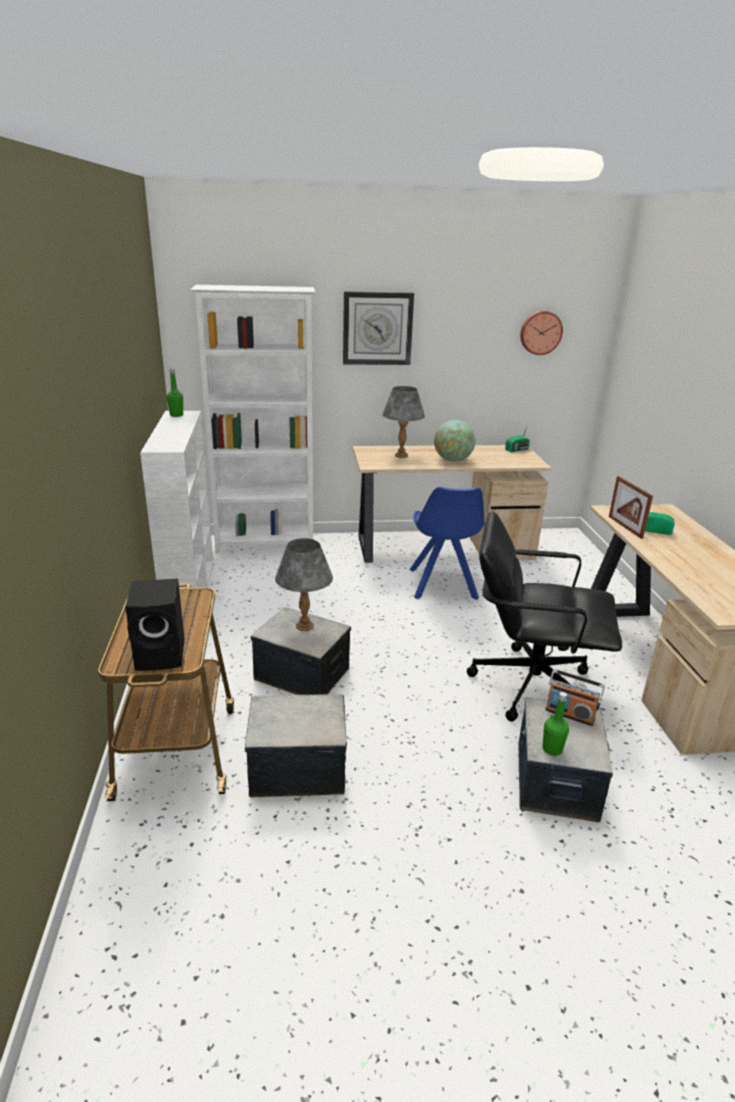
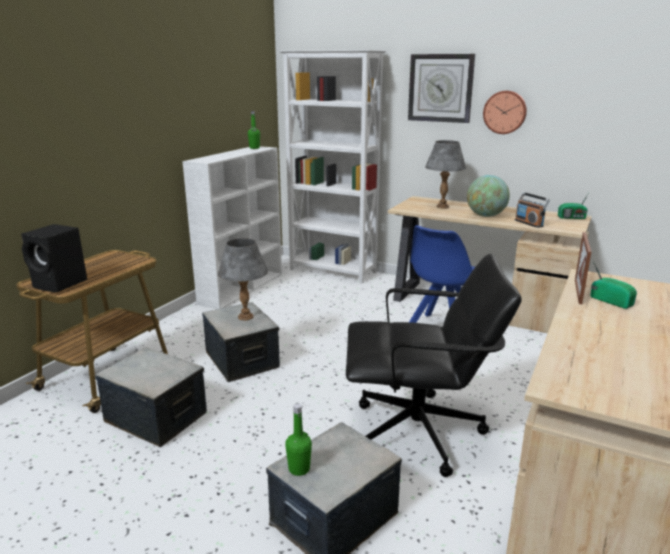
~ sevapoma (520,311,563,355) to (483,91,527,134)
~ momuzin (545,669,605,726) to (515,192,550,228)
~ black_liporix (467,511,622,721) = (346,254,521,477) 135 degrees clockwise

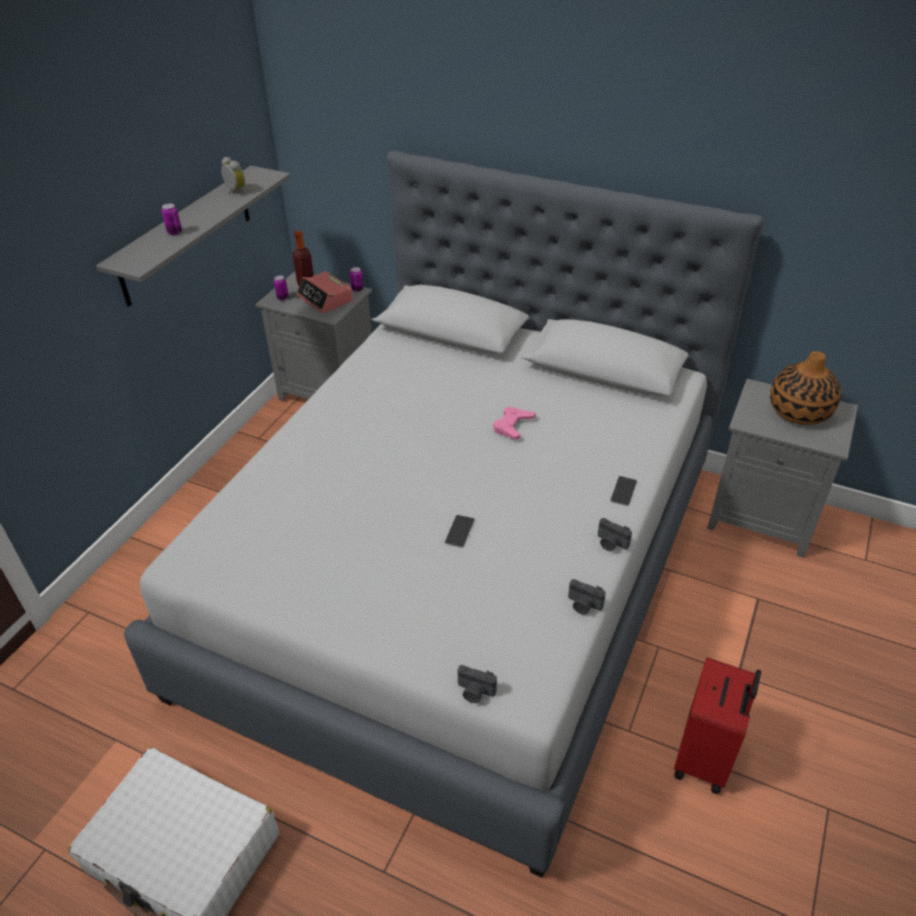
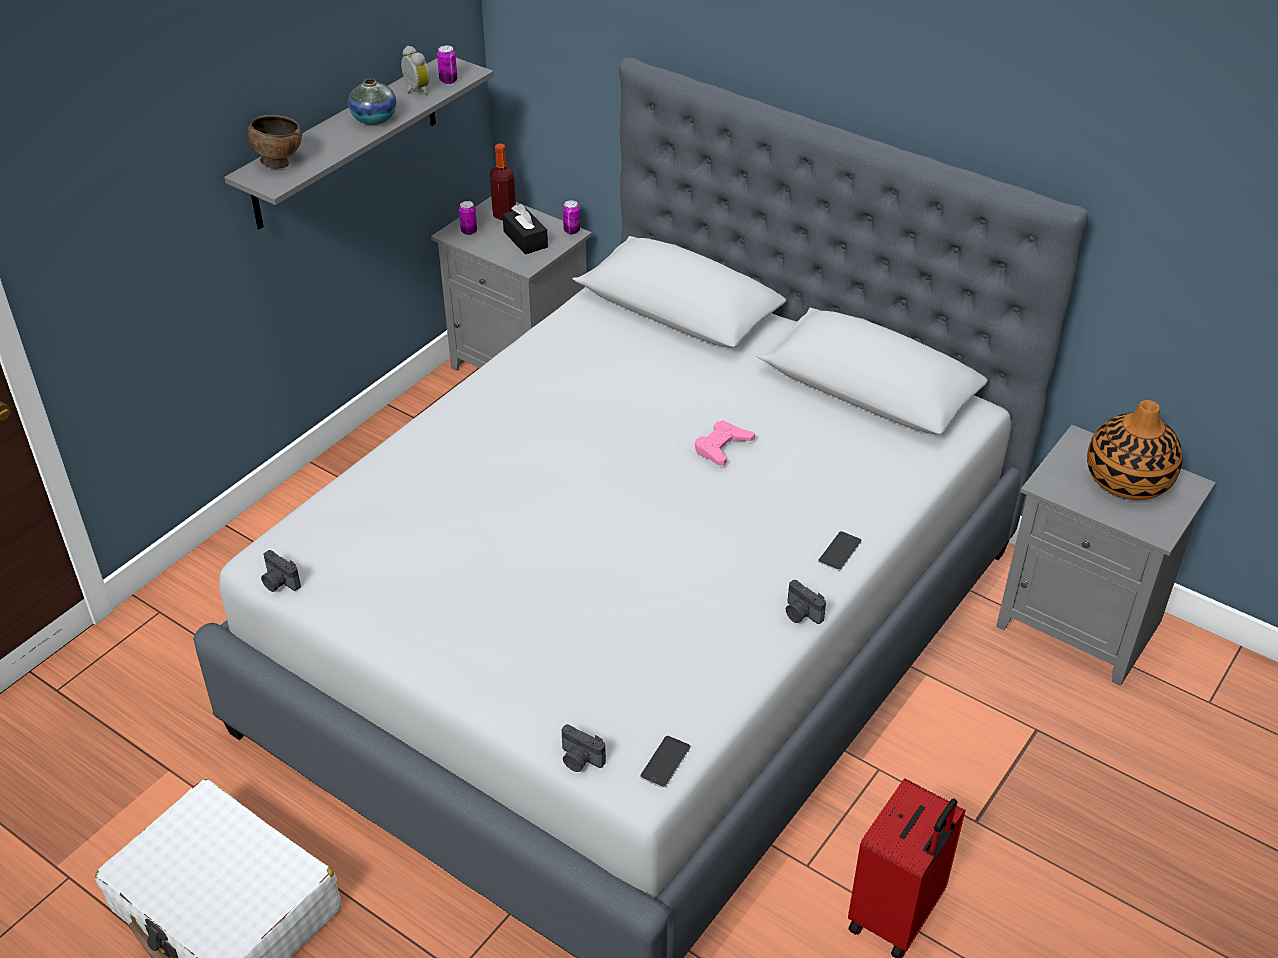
+ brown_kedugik (247,115,302,169)
+ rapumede (348,79,397,125)
~ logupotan (161,203,182,235) to (437,45,457,84)
~ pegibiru (445,515,475,548) to (640,736,691,788)
~ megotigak (568,579,606,615) to (261,550,301,592)
~ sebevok (297,271,353,313) to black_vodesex (502,204,548,254)

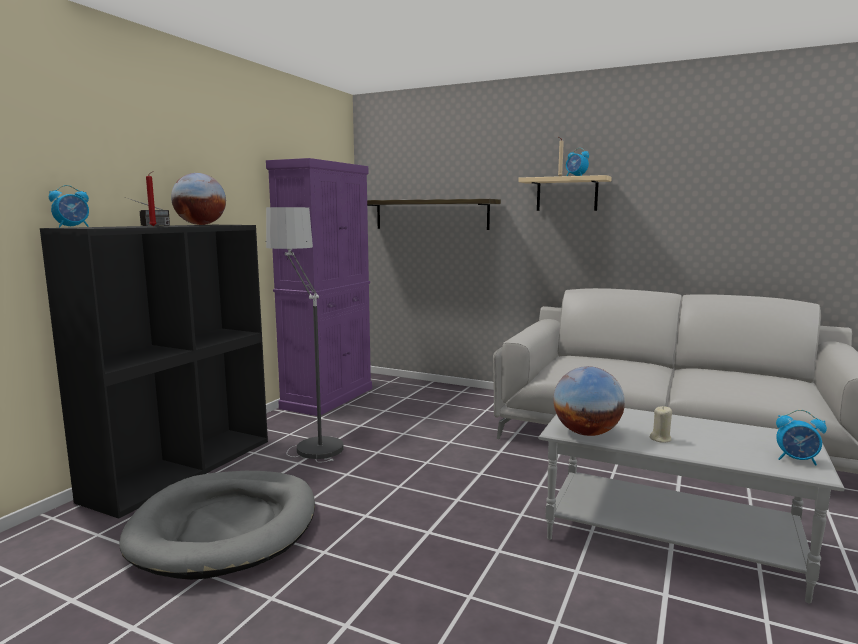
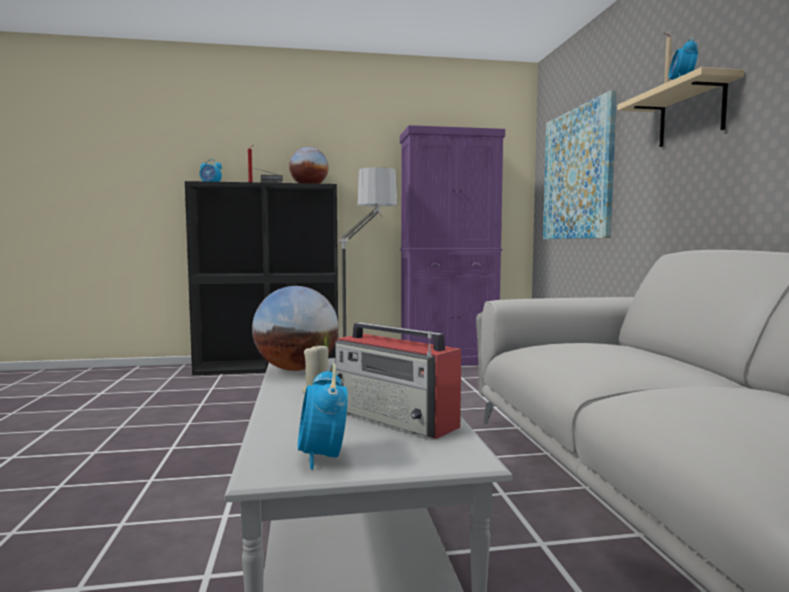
- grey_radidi (119,471,315,580)
+ momuzin (335,322,461,439)
~ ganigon (367,199,501,230) to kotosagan (543,90,617,239)

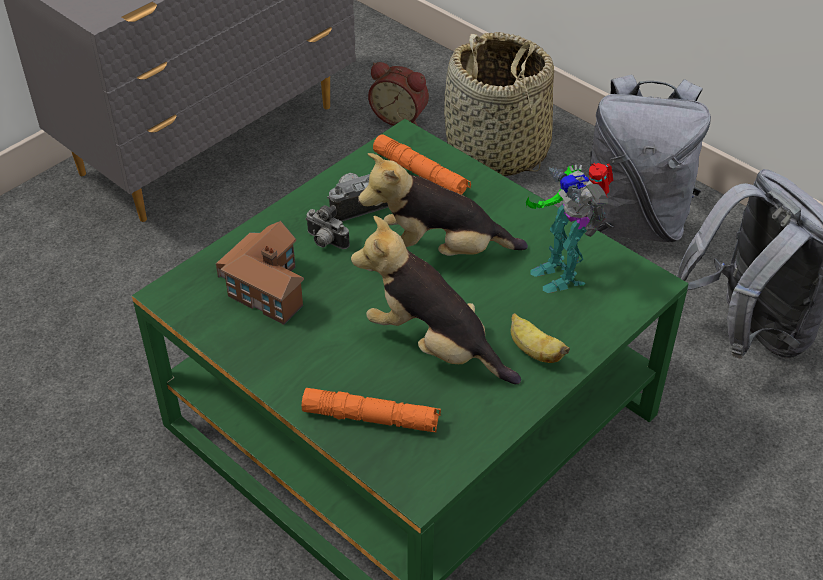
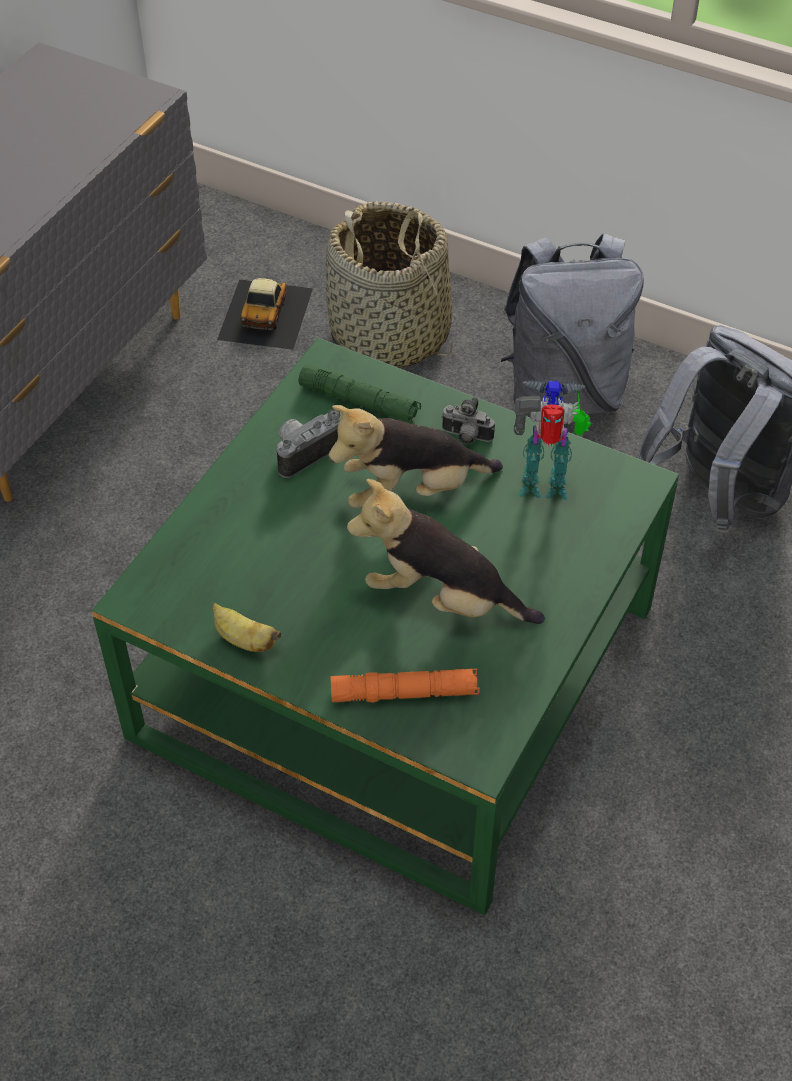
- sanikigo (216,221,304,325)
~ megotigak (305,205,350,249) to (441,397,495,444)
~ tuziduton (511,313,570,363) to (212,603,281,652)
~ sebevok (368,62,429,126) to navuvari (217,278,313,350)
~ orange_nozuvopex (373,134,471,195) to green_nozuvopex (298,364,421,423)
~ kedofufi (526,163,613,293) = (514,379,592,500) 135 degrees clockwise

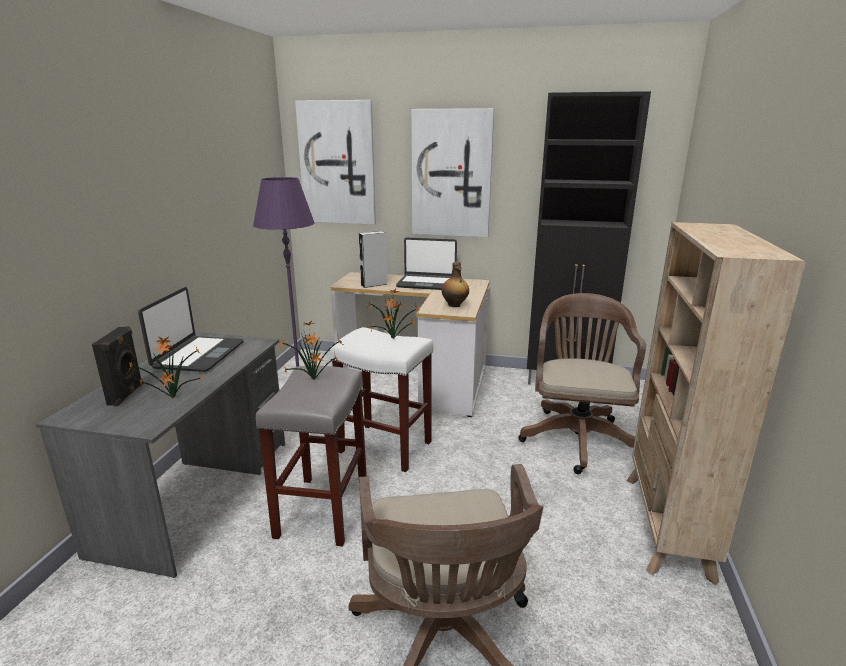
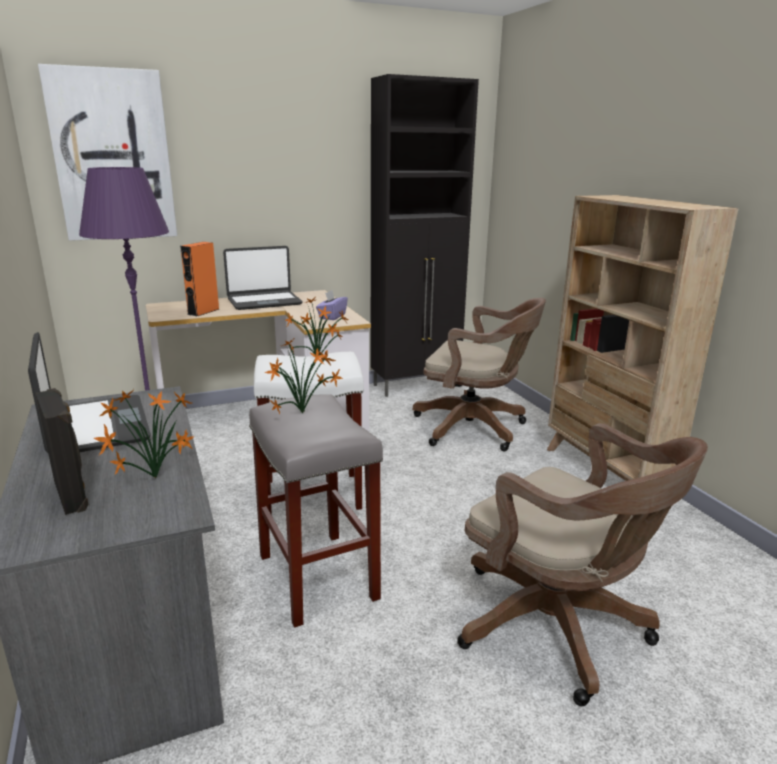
- kotosagan (411,108,494,237)
~ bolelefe (441,262,469,307) to purple_vodesex (316,290,348,320)
~ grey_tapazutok (359,231,388,288) to orange_tapazutok (180,242,219,316)
~ brown_liporix (518,293,646,474) = (413,298,546,451) 135 degrees clockwise

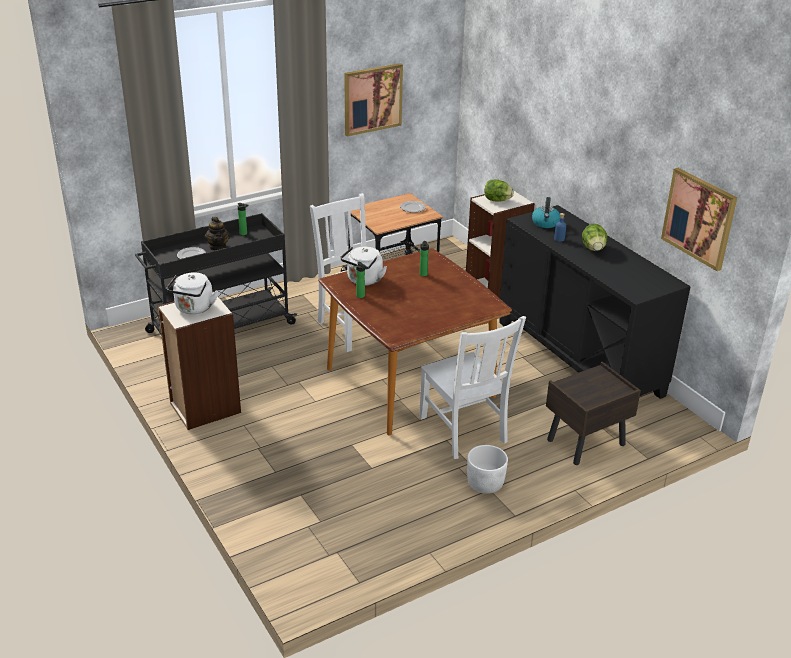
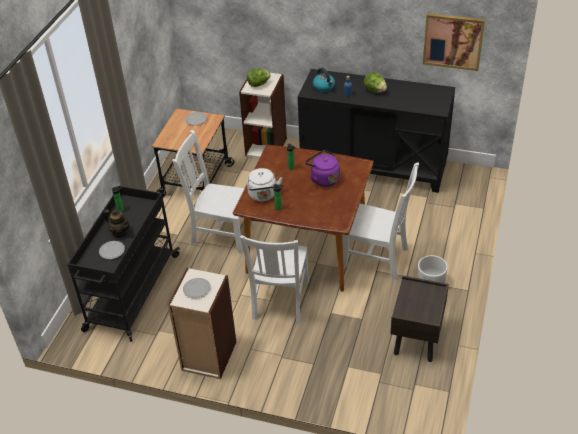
- kotosagan (344,63,403,137)
+ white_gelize (240,235,309,324)
+ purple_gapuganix (305,150,340,187)
~ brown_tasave (546,362,641,465) to (391,276,449,362)
~ white_gapuganix (167,272,218,314) to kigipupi (183,278,211,299)

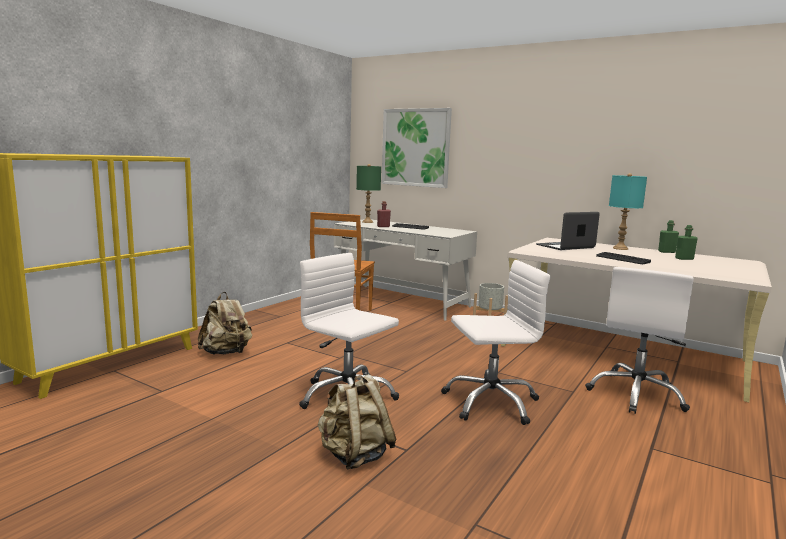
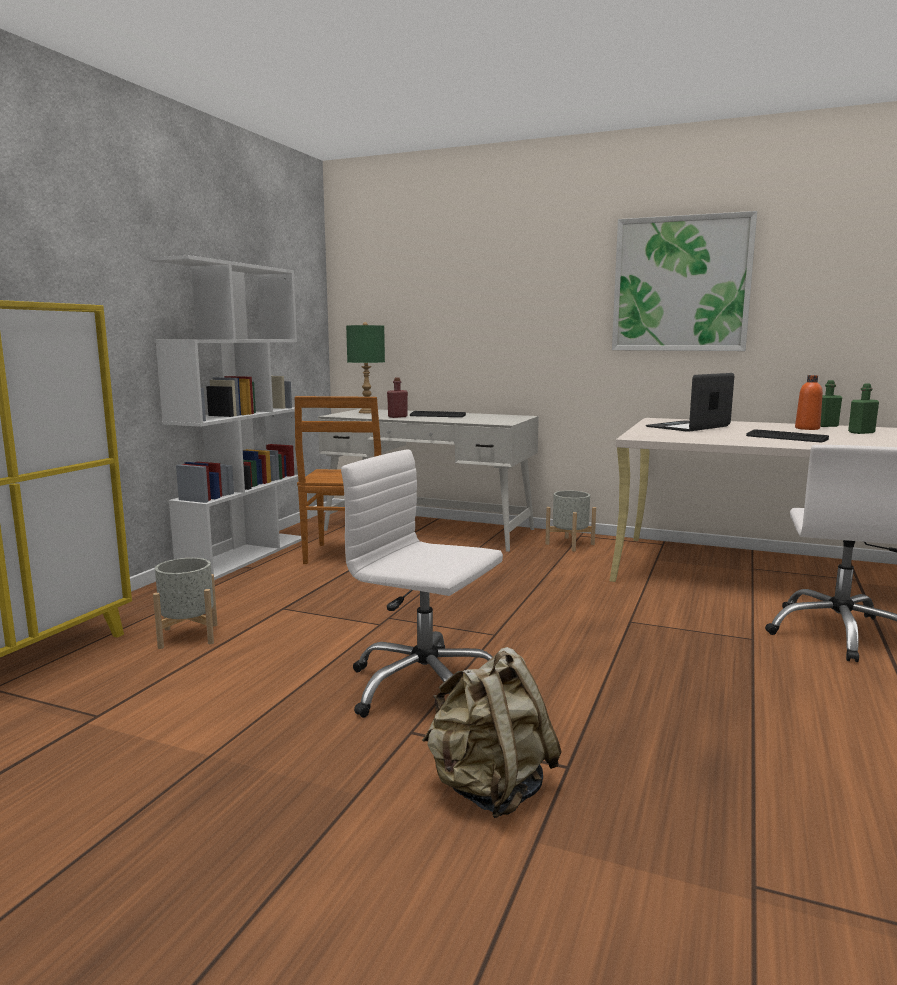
- white_liporix (441,260,550,425)
- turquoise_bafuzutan (609,173,647,250)
+ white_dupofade (149,255,302,580)
+ orange_bolelefe (795,375,823,430)
~ kotosagan (382,108,452,188) to (612,211,757,351)
~ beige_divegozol (198,292,252,355) to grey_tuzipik (153,558,217,649)

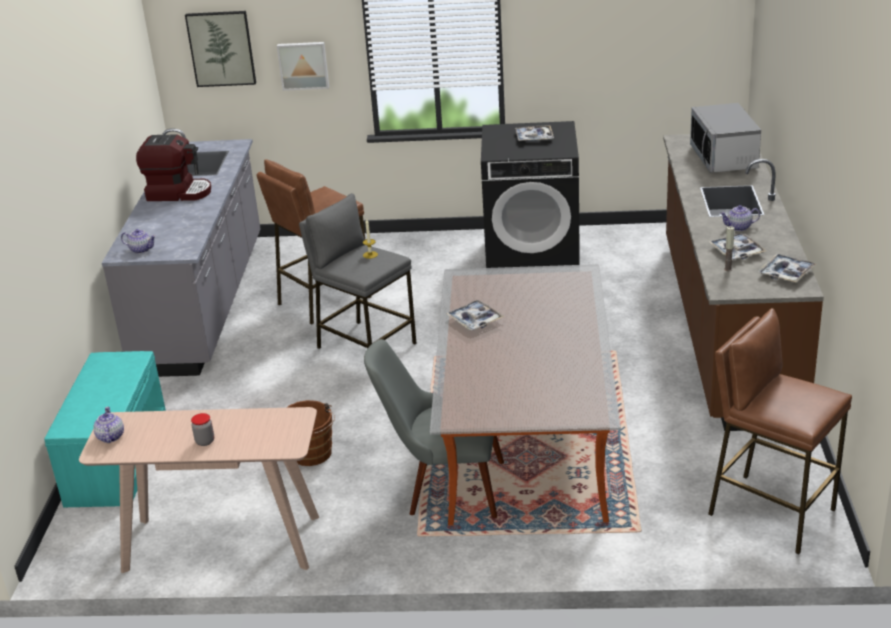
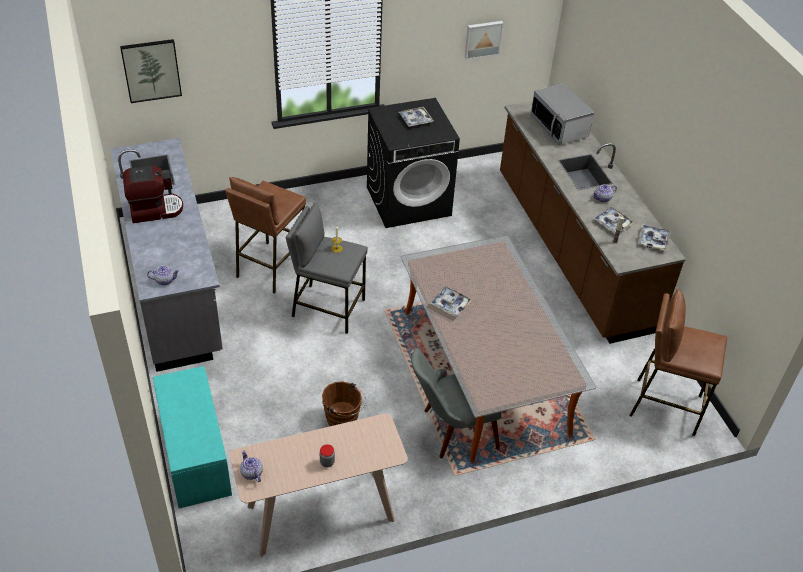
~ kotosagan (277,42,329,91) to (464,21,504,60)

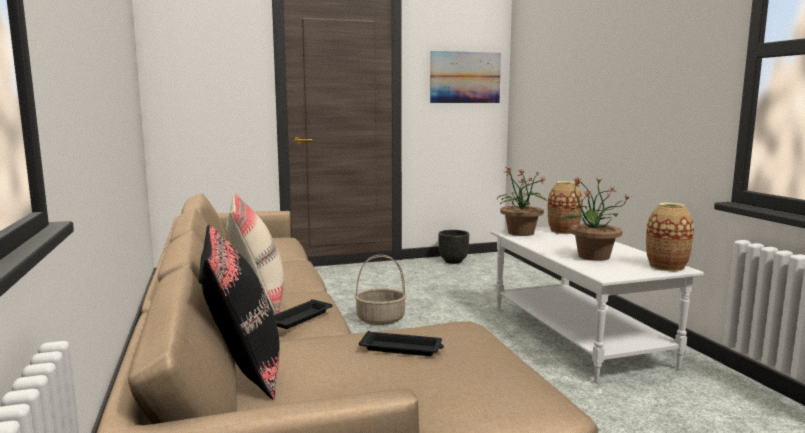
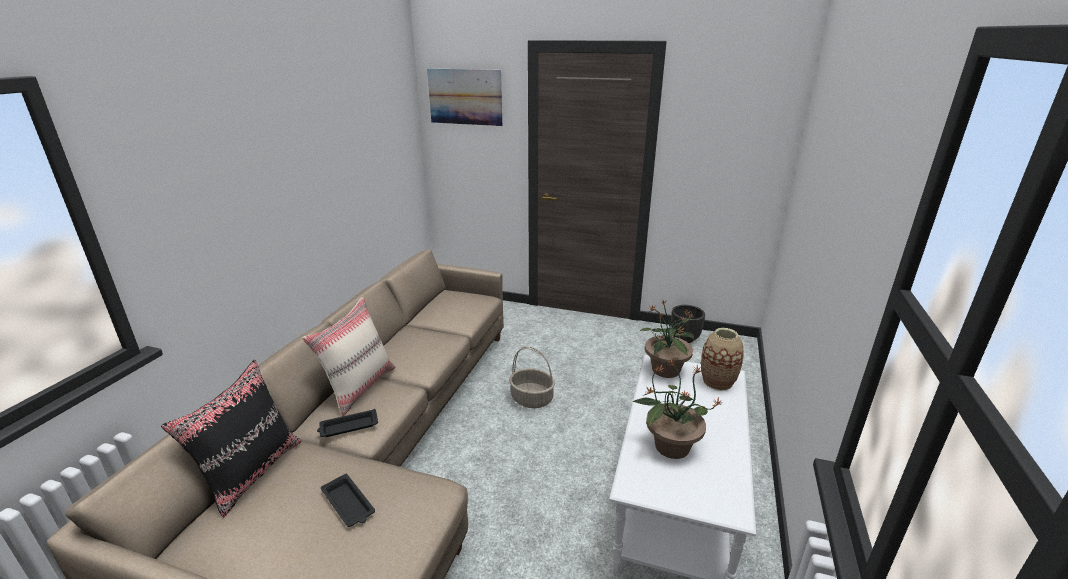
- rapumede (646,203,694,271)
~ kotosagan (430,51,501,103) to (427,68,502,126)

